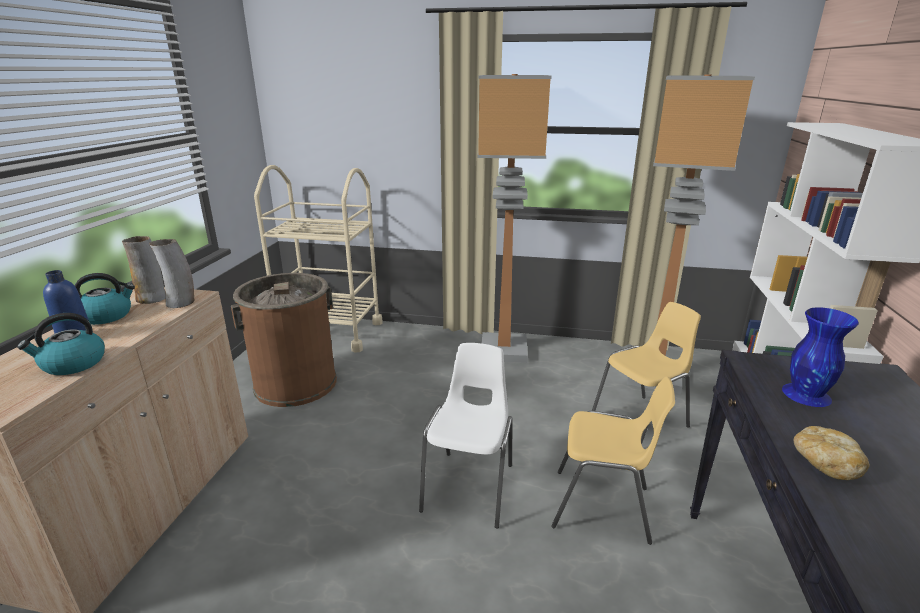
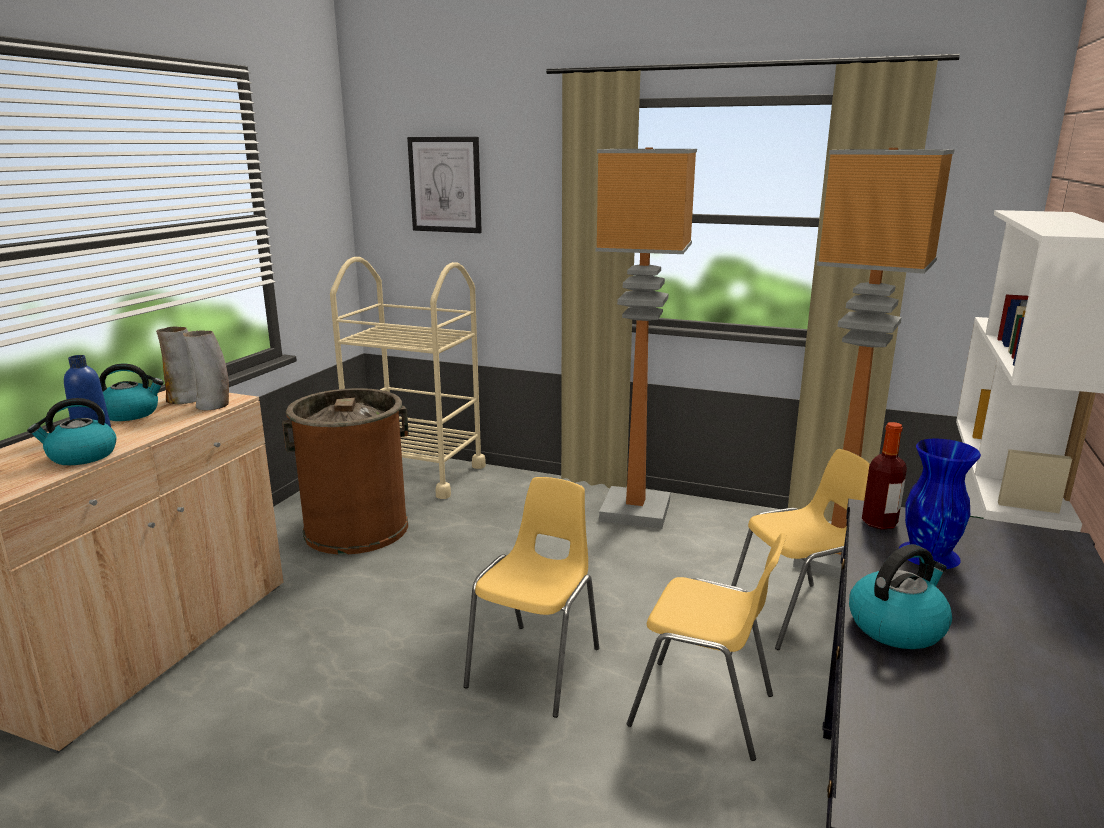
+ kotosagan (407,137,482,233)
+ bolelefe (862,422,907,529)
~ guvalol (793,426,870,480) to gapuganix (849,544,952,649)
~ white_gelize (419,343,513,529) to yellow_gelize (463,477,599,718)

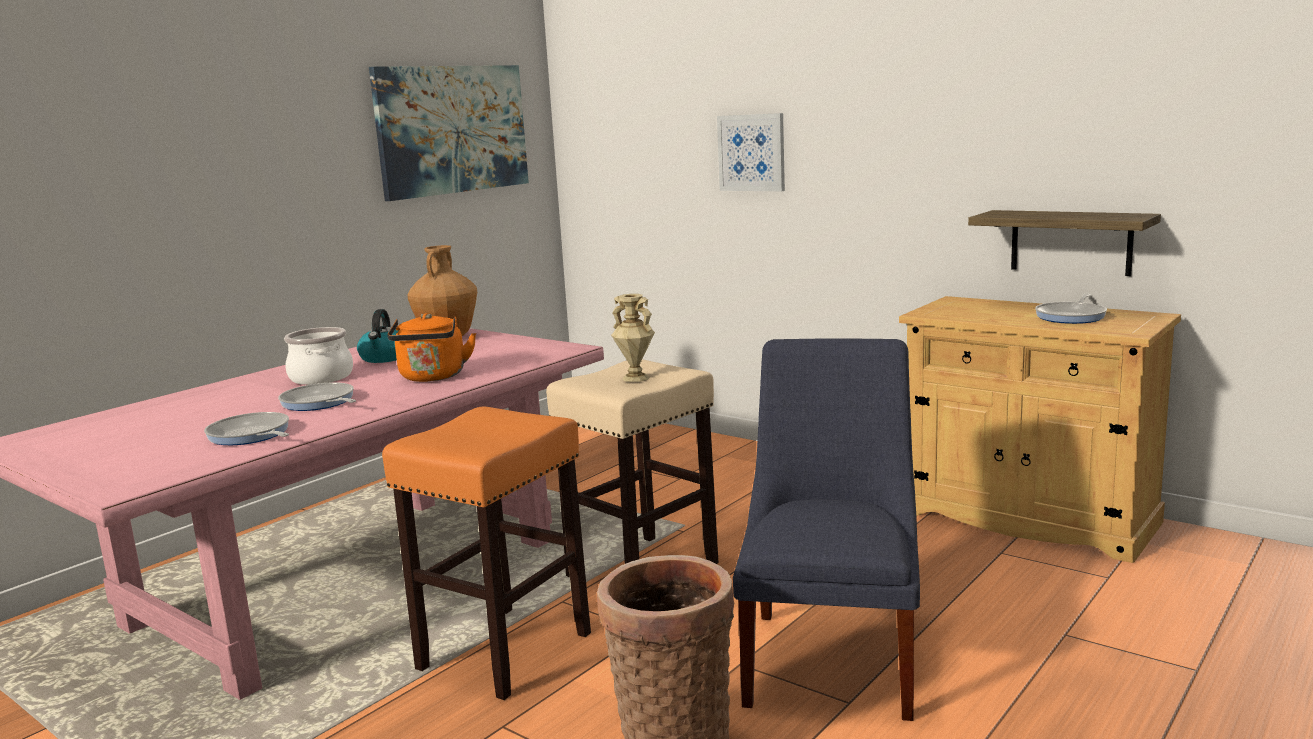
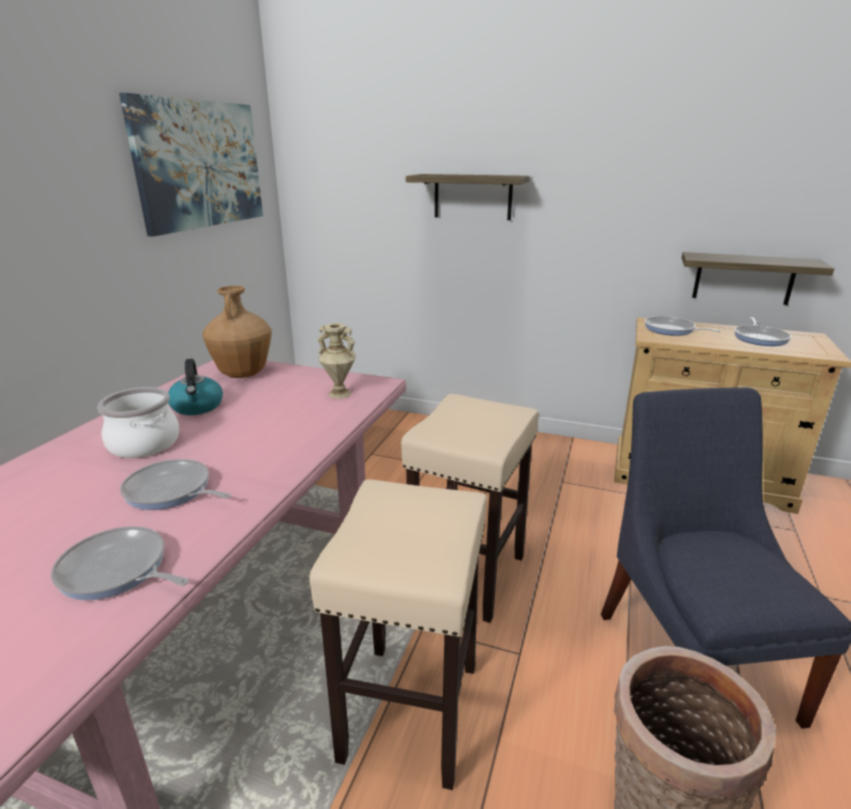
- orange_gapuganix (387,313,476,382)
+ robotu (645,316,721,336)
~ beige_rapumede (611,294,655,382) to (317,323,356,399)
~ kotosagan (717,113,785,191) to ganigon (406,174,530,220)
~ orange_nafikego (382,407,591,700) to beige_nafikego (309,479,487,790)

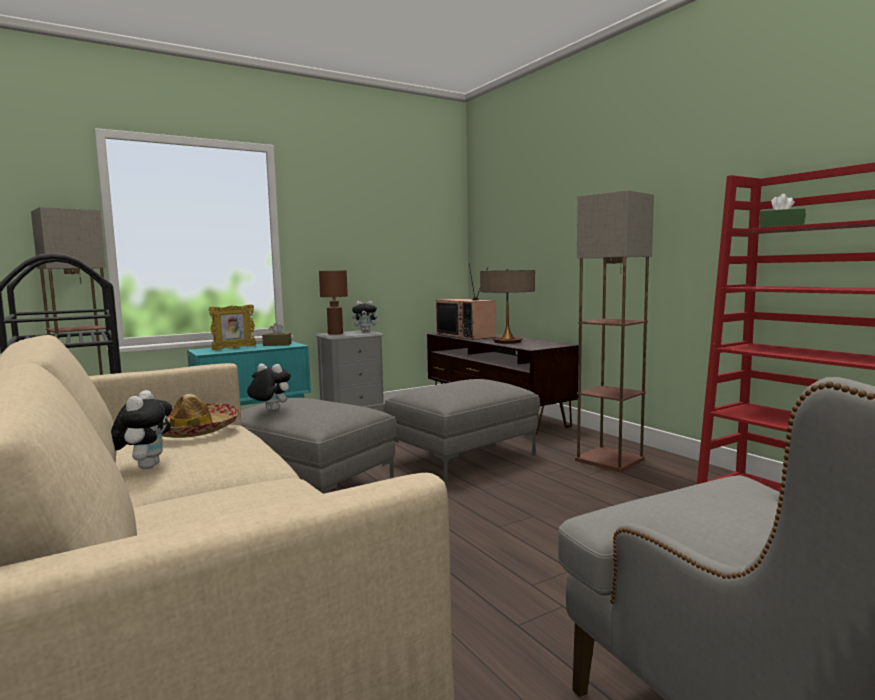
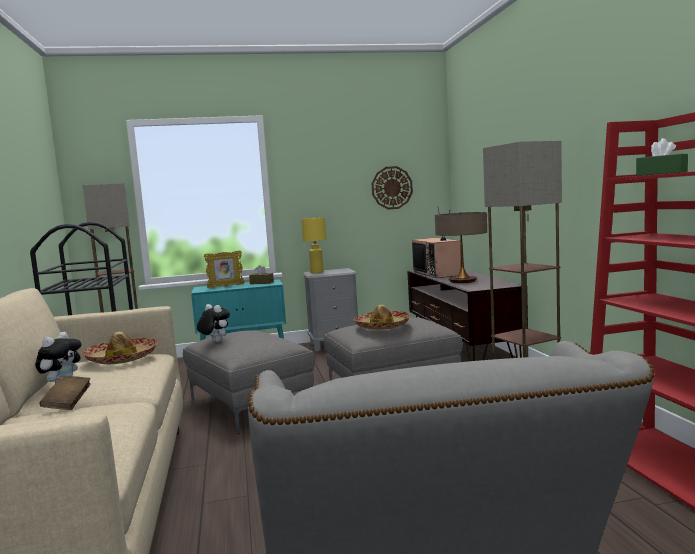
- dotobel (352,301,381,332)
+ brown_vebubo (40,375,91,410)
+ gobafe (354,304,410,330)
+ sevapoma (372,166,413,210)
~ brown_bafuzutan (319,270,348,335) to yellow_bafuzutan (301,217,326,273)

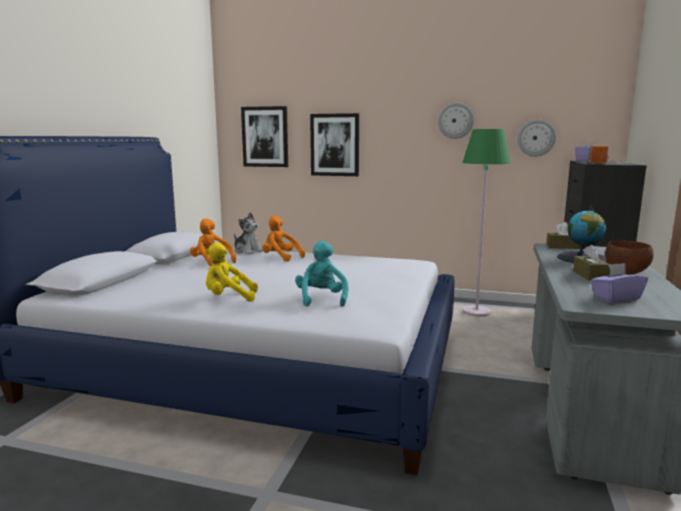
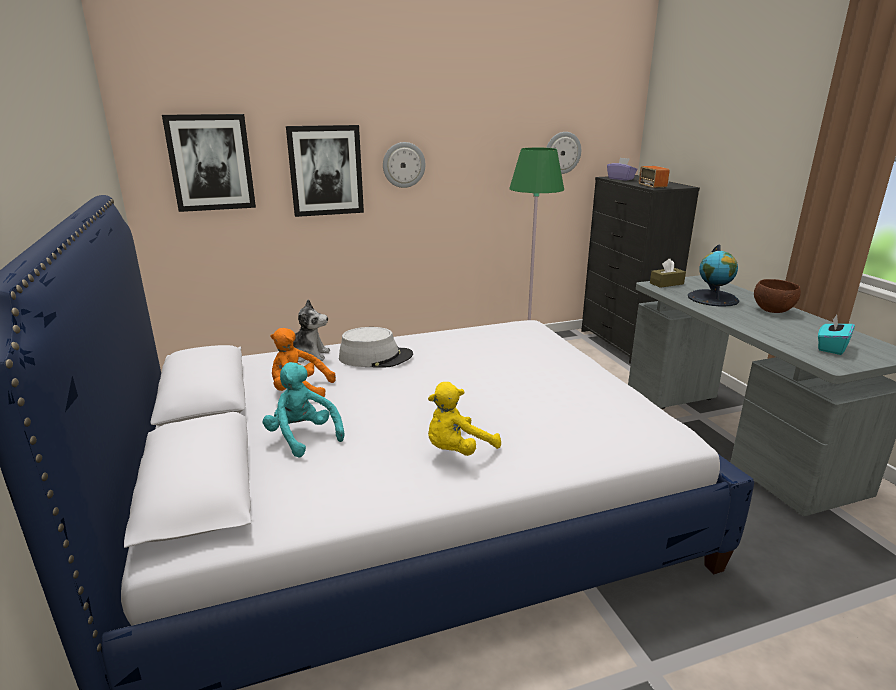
- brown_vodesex (573,245,610,281)
~ turquoise_dotobel (295,241,349,307) to (262,362,344,458)
~ sevapoma (438,103,474,139) to (383,142,426,188)
~ orange_dotobel (262,216,305,262) to grey_gobafe (339,327,413,368)
~ purple_vodesex (591,263,648,303) to turquoise_vodesex (818,315,855,355)

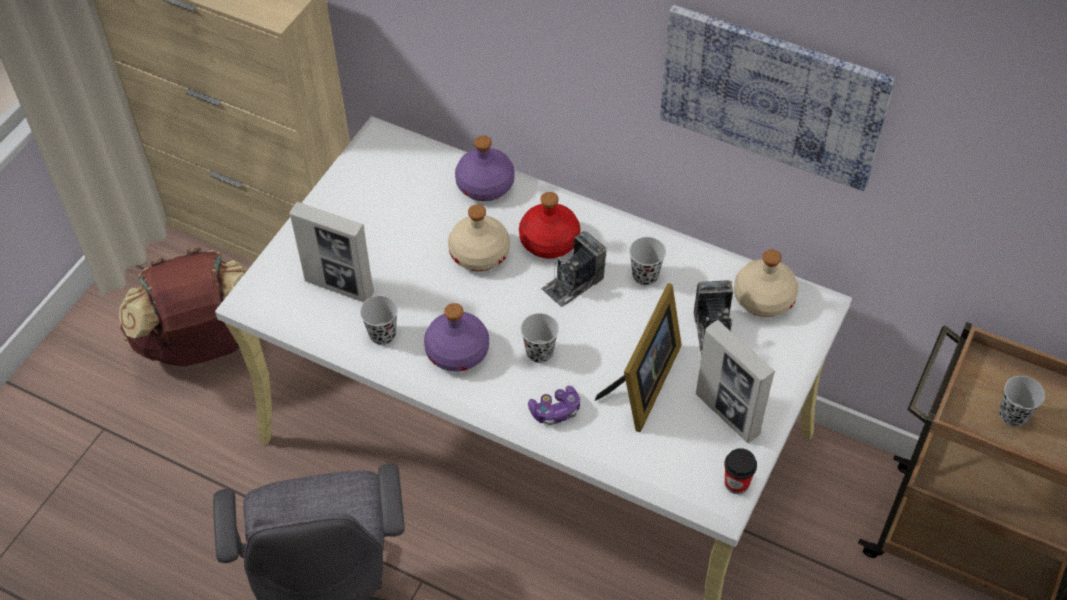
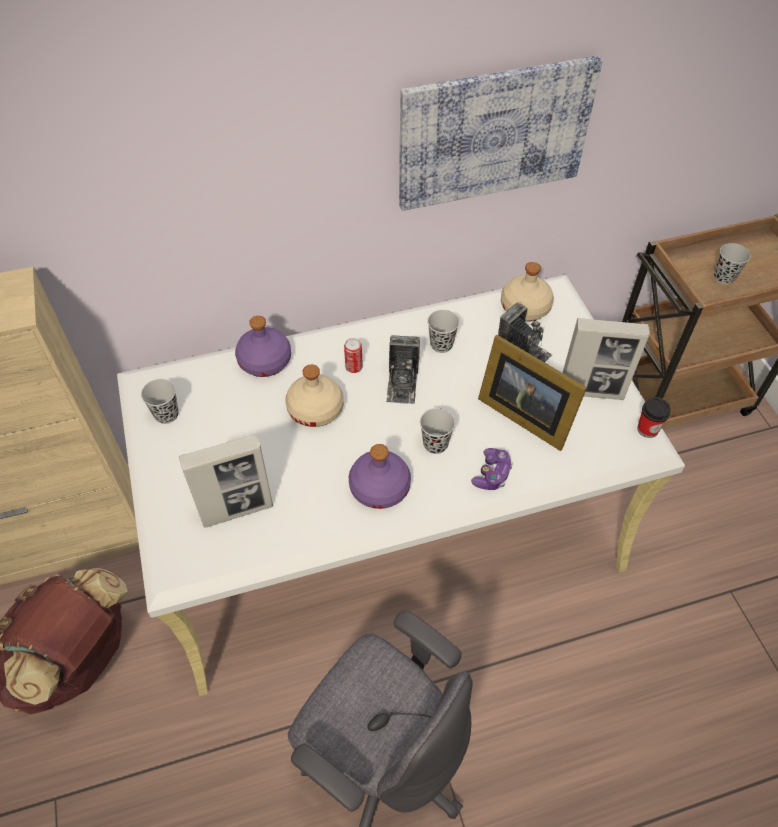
~ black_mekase (360,296,398,345) to (141,379,179,424)
~ red_bolelefe (519,192,580,259) to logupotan (344,338,363,373)
~ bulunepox (595,283,682,432) = (478,335,587,451) 150 degrees clockwise

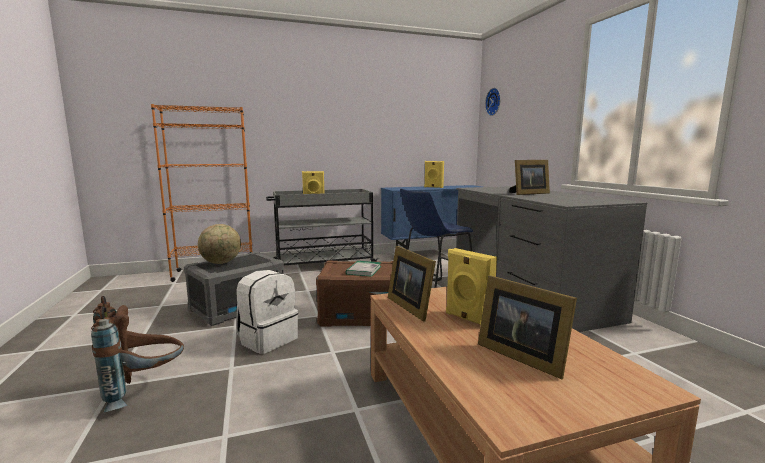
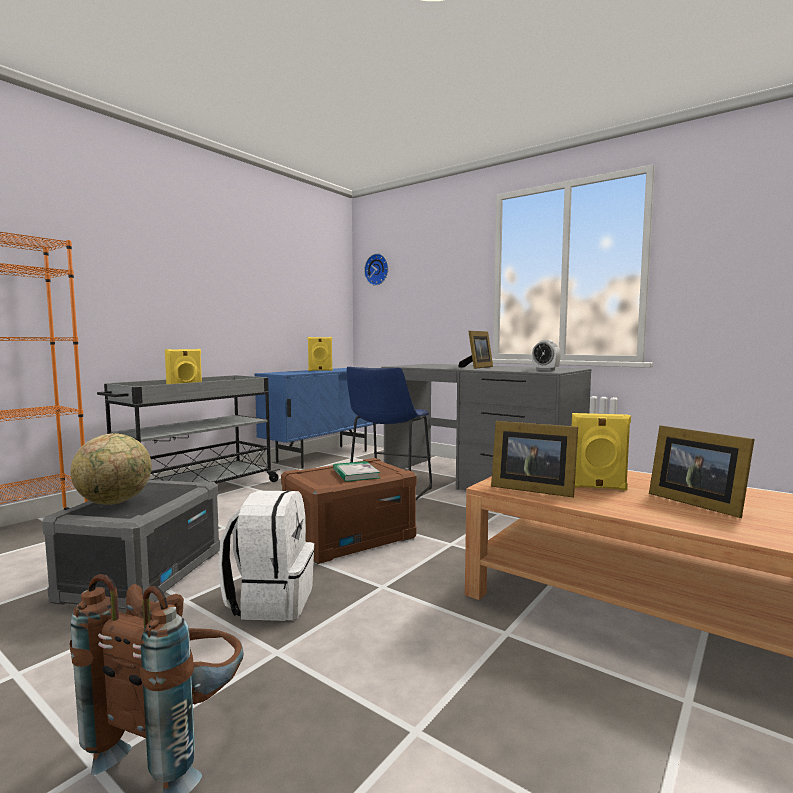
+ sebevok (532,340,561,371)
~ bulunepox (478,275,577,379) = (649,425,755,518) 45 degrees clockwise

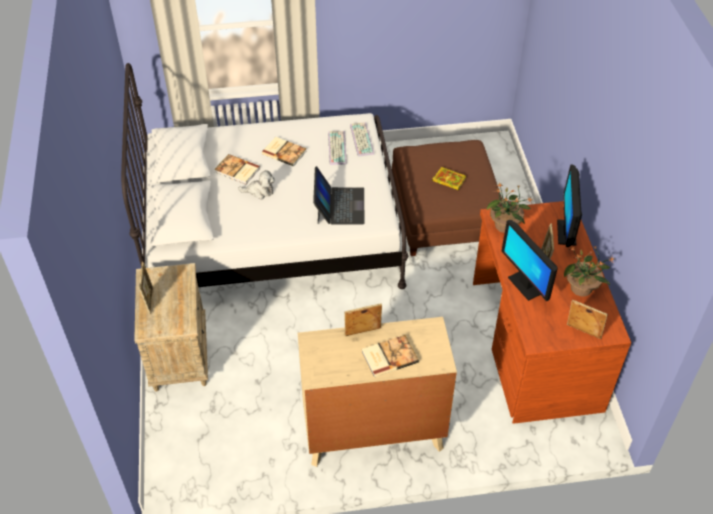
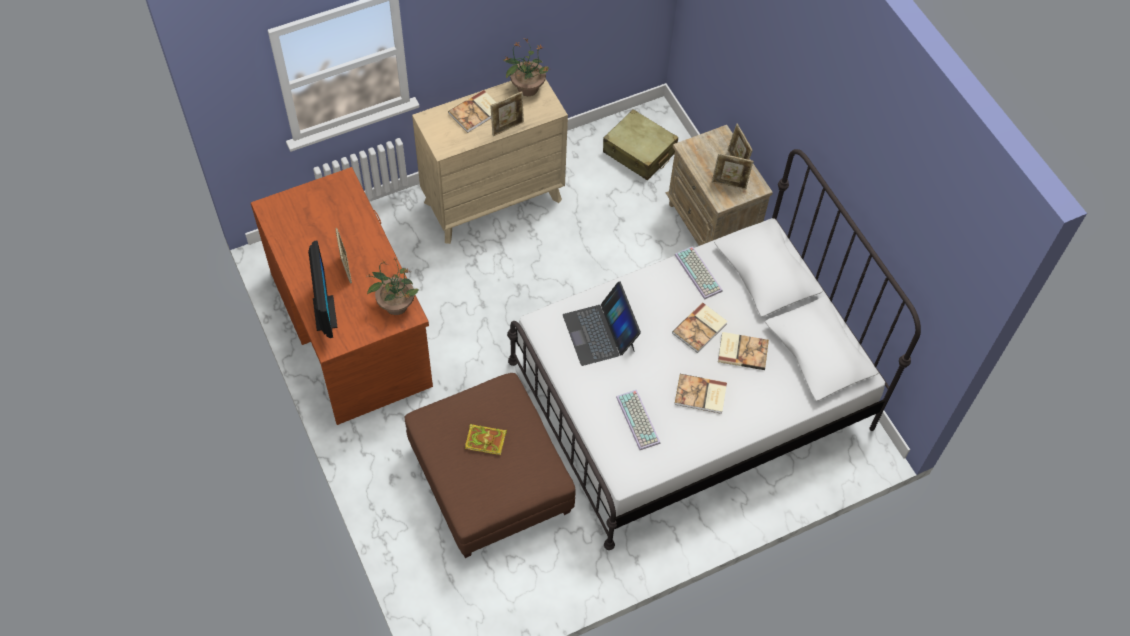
- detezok (502,220,558,301)
+ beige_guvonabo (603,109,678,180)
~ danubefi (350,122,375,156) to (675,246,723,300)
~ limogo (564,246,615,297) to (504,38,550,96)
~ bulunepox (567,300,608,339) to (712,153,753,190)
~ dotobel (238,170,275,199) to vebubo (672,303,728,353)

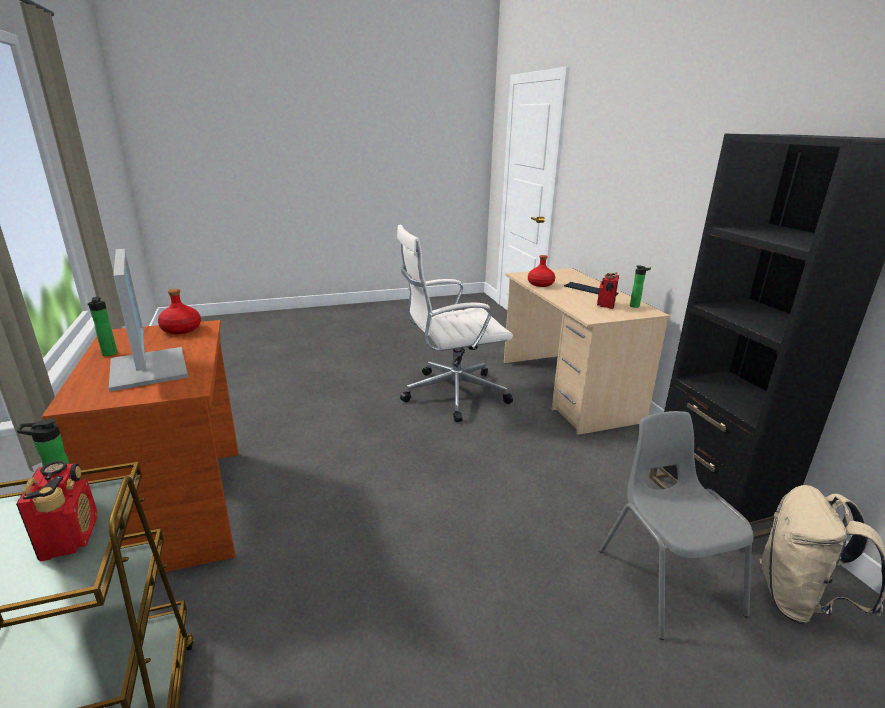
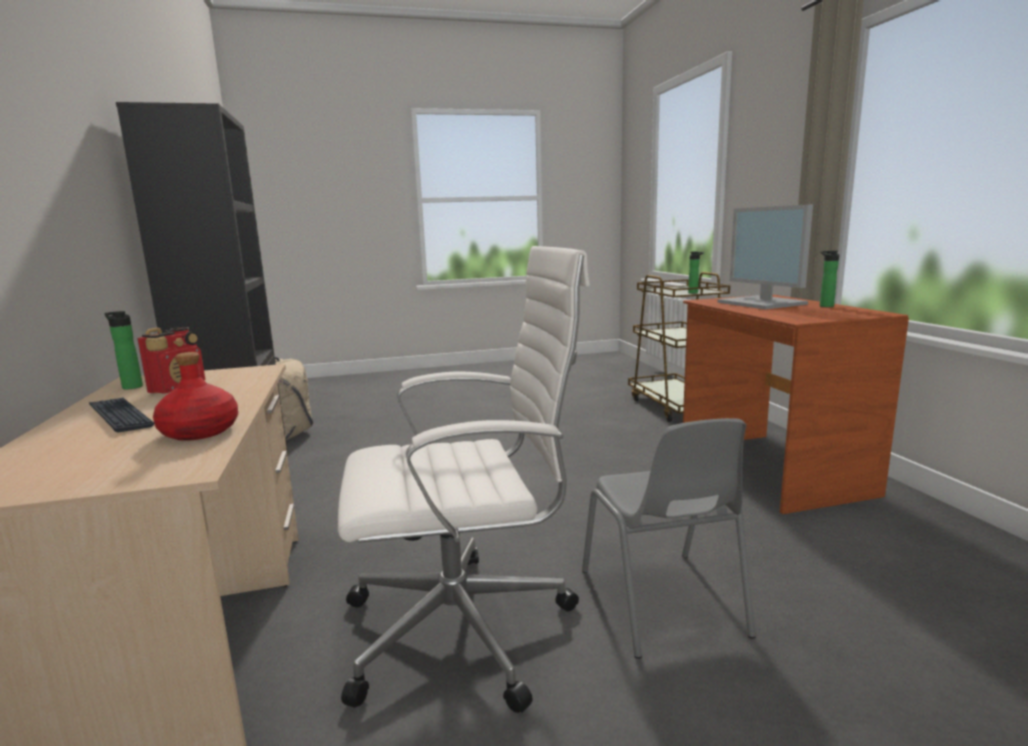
- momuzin (16,460,97,562)
- red_bolelefe (158,289,201,334)
~ grey_gelize (599,411,754,640) to (582,418,756,659)

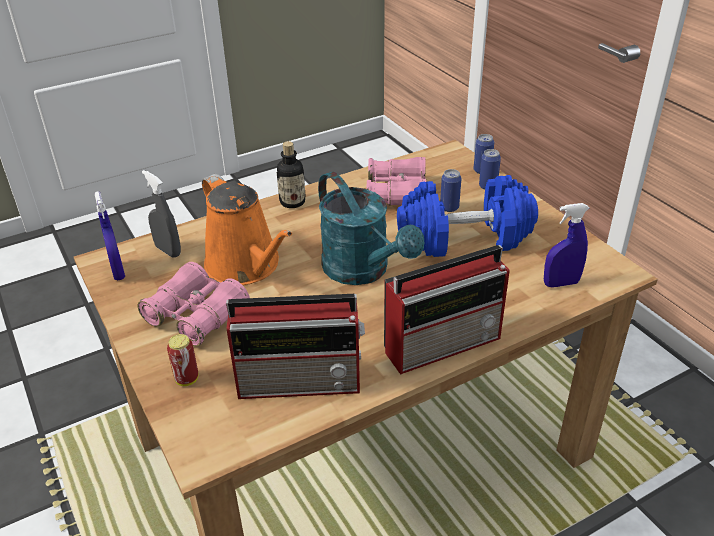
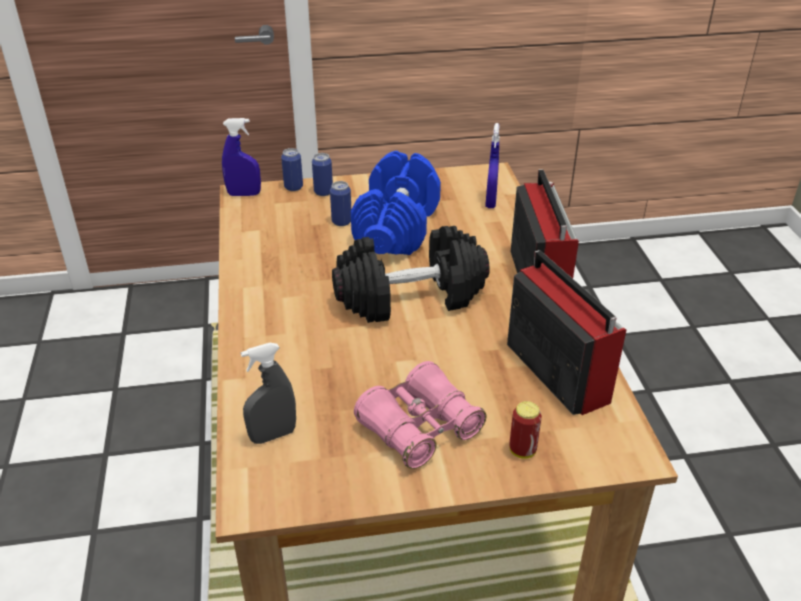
- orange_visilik (202,174,292,285)
- bolelefe (277,141,305,208)
- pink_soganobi (366,157,426,205)
~ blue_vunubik (95,191,125,280) to (222,118,261,196)
~ turquoise_visilik (318,171,424,285) to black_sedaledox (332,226,490,323)
~ momuzin (226,294,365,399) = (507,250,626,415) 45 degrees counterclockwise

